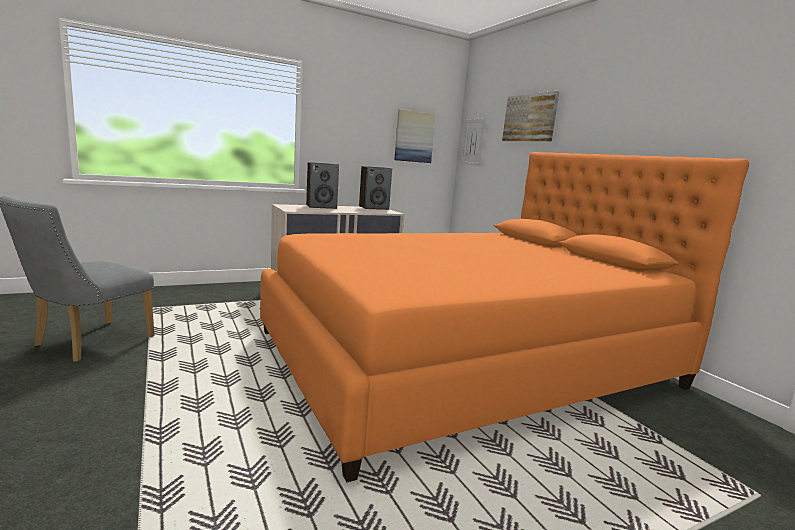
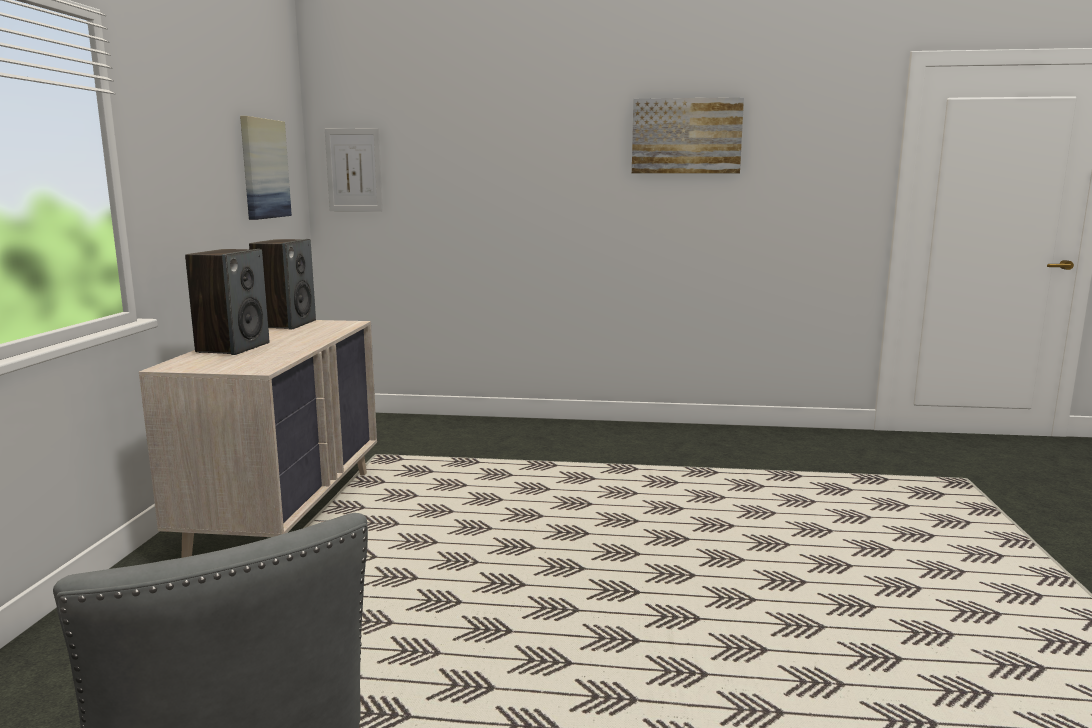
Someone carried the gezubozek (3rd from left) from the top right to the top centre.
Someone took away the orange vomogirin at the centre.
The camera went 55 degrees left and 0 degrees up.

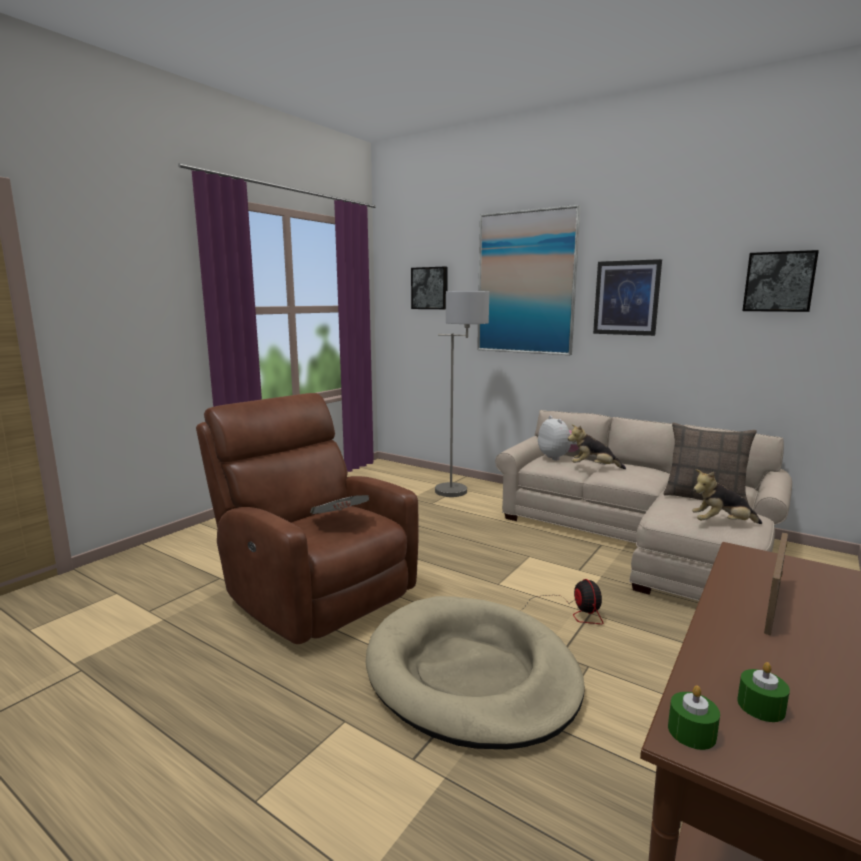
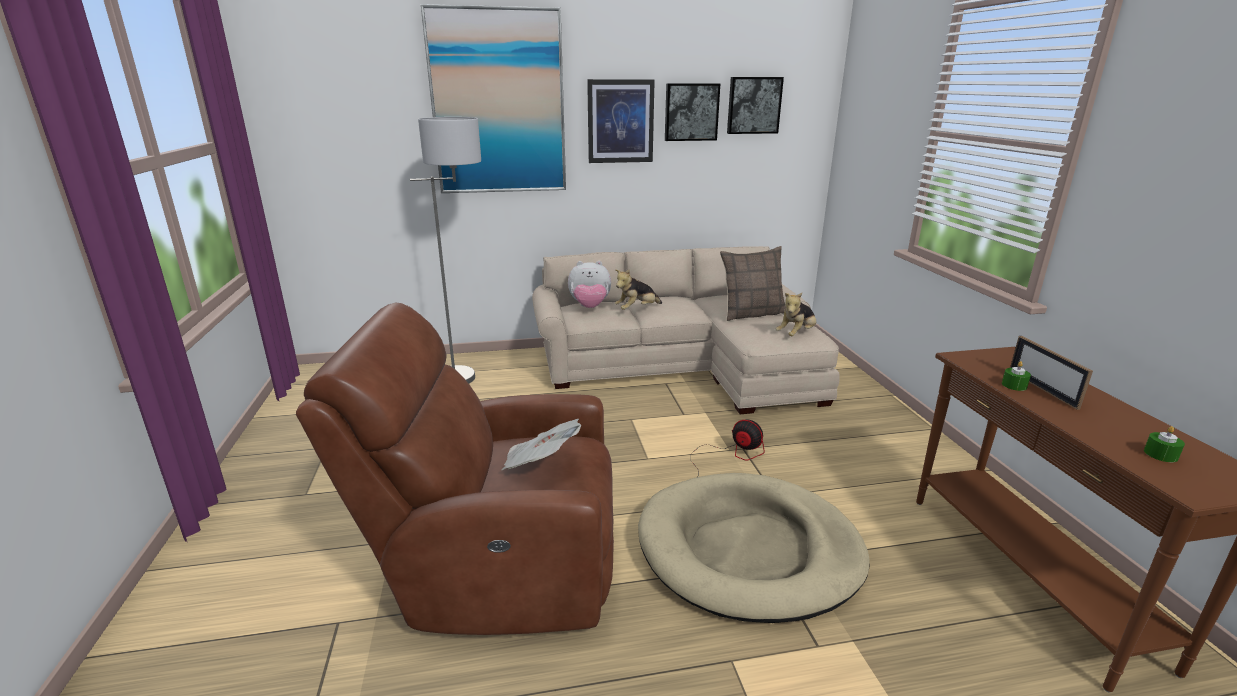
Someone carried the gezubozek (1st from left in the first image) from the centre to the top centre.
Someone rotated the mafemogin (1st from left) at the centre by 150 degrees clockwise.
Someone carried the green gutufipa (1st from left) from the bottom right to the middle right.
The camera went 45 degrees left and 10 degrees up.

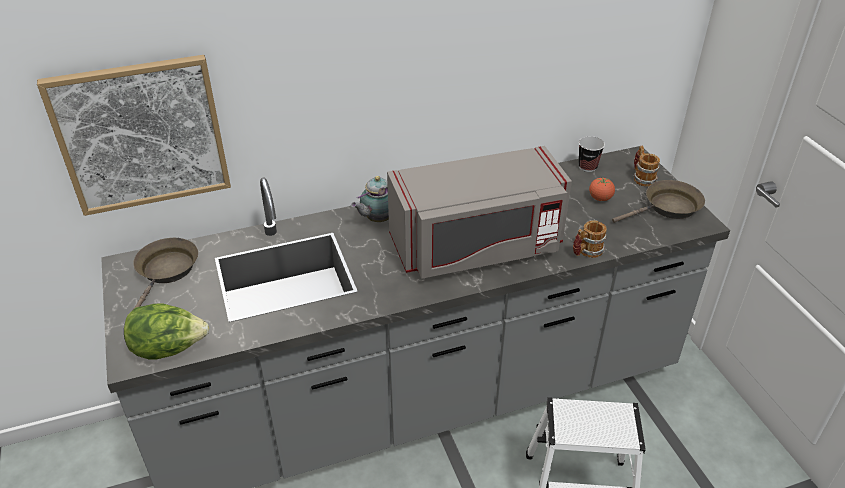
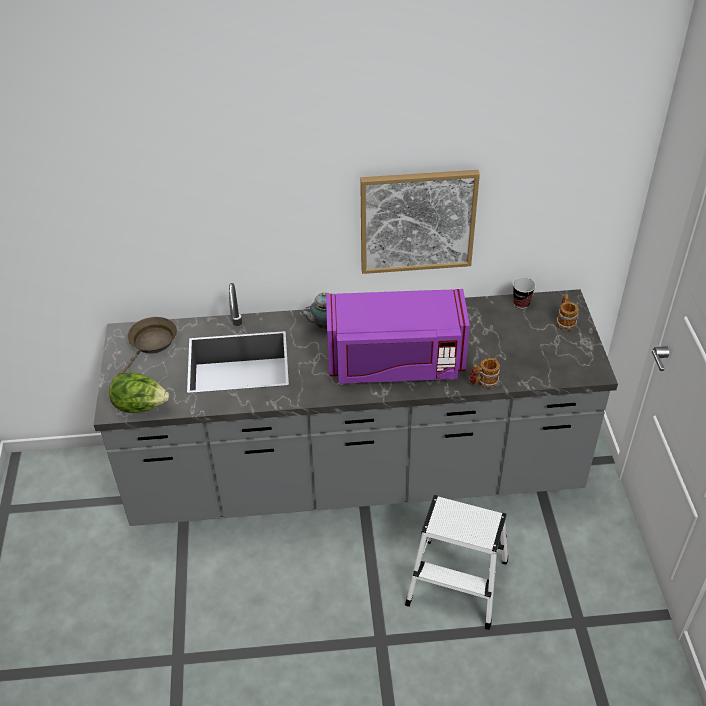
Someone carried the gezubozek from the top left to the top centre.
Someone repainted the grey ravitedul at the centre, which became the purple ravitedul at the centre.
Someone took away the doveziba at the middle right.
Someone took away the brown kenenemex (2nd from left) at the middle right.
The camera went 15 degrees right and 5 degrees up.

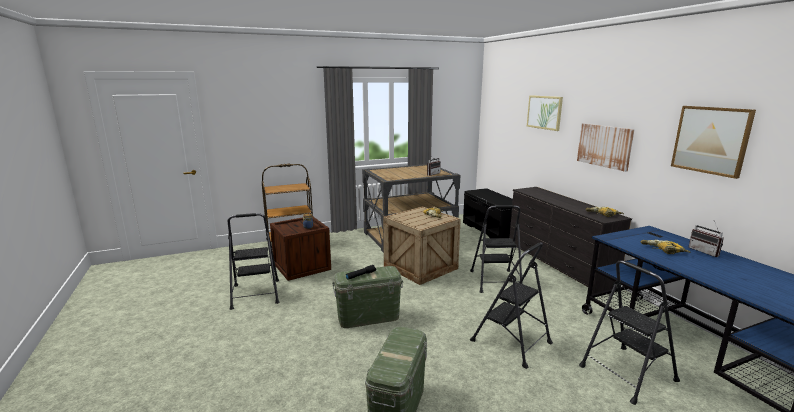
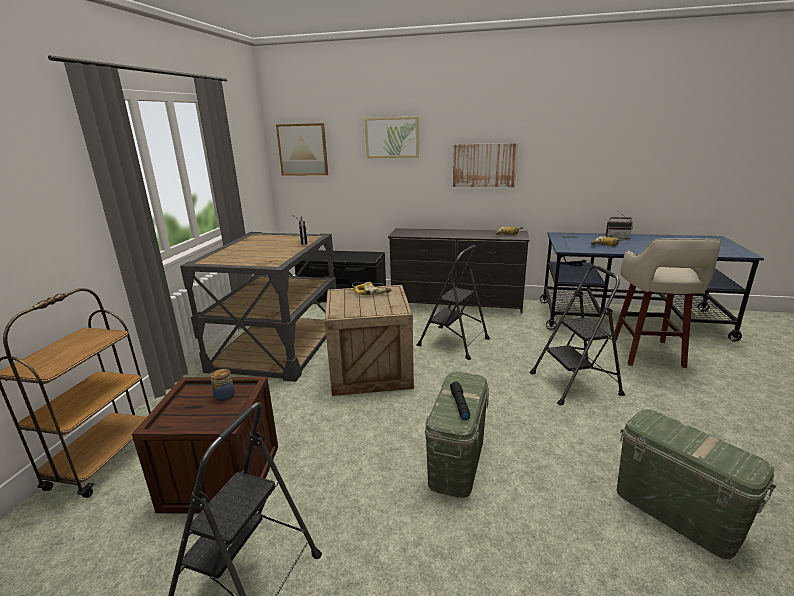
Someone carried the gezubozek (3rd from left in the first image) from the middle right to the top centre.
Someone swapped the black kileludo (4th from left) at the bottom right for the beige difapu at the middle right.
The camera went 55 degrees left and 5 degrees up.

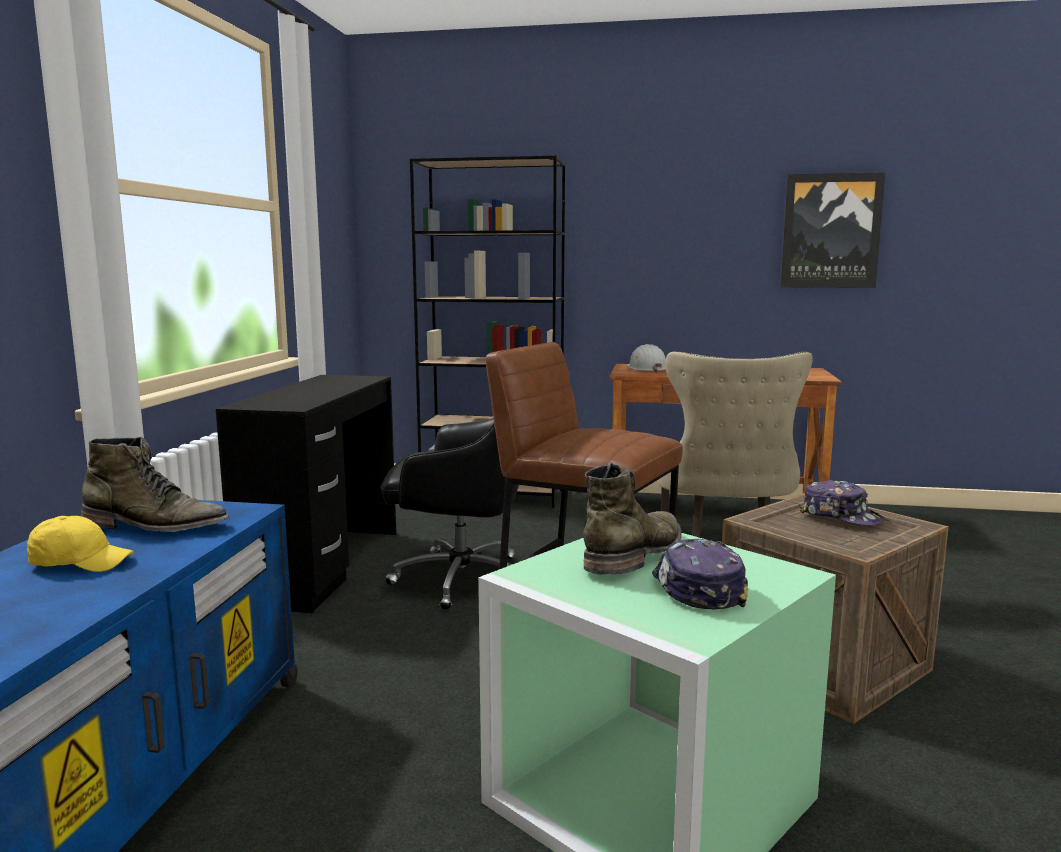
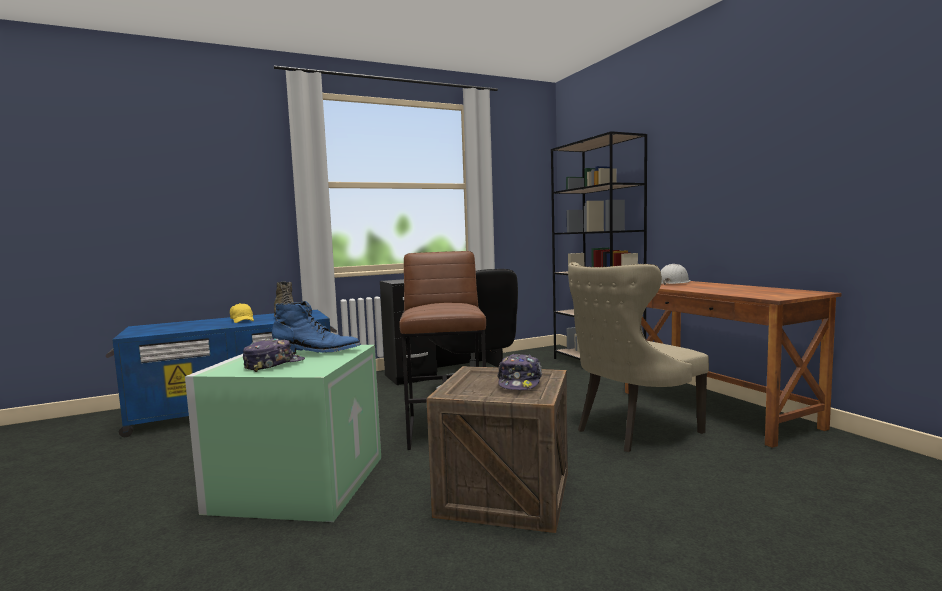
Someone took away the gezubozek at the top right.
Someone repainted the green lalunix (2nd from left) at the centre, which became the blue lalunix at the centre.
The camera went 55 degrees right and 5 degrees down.

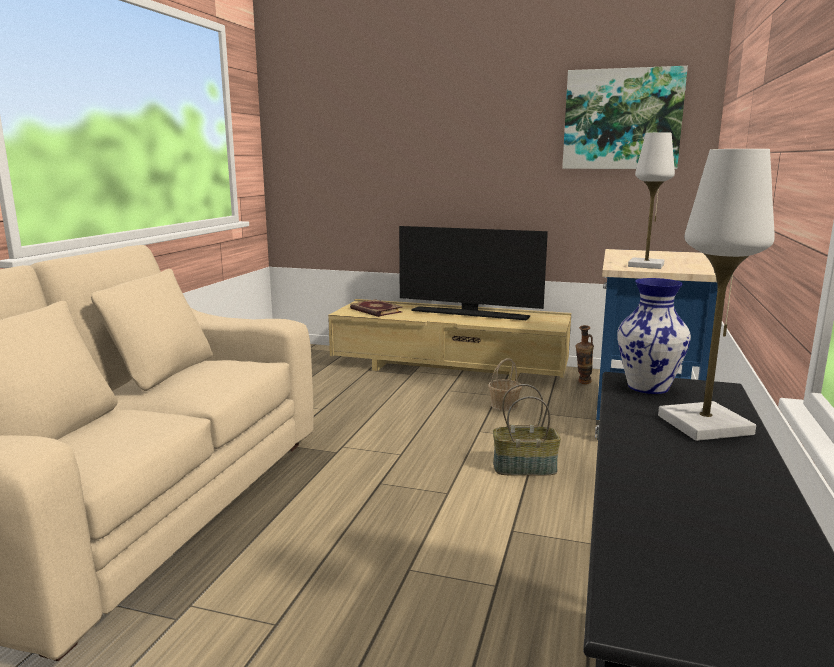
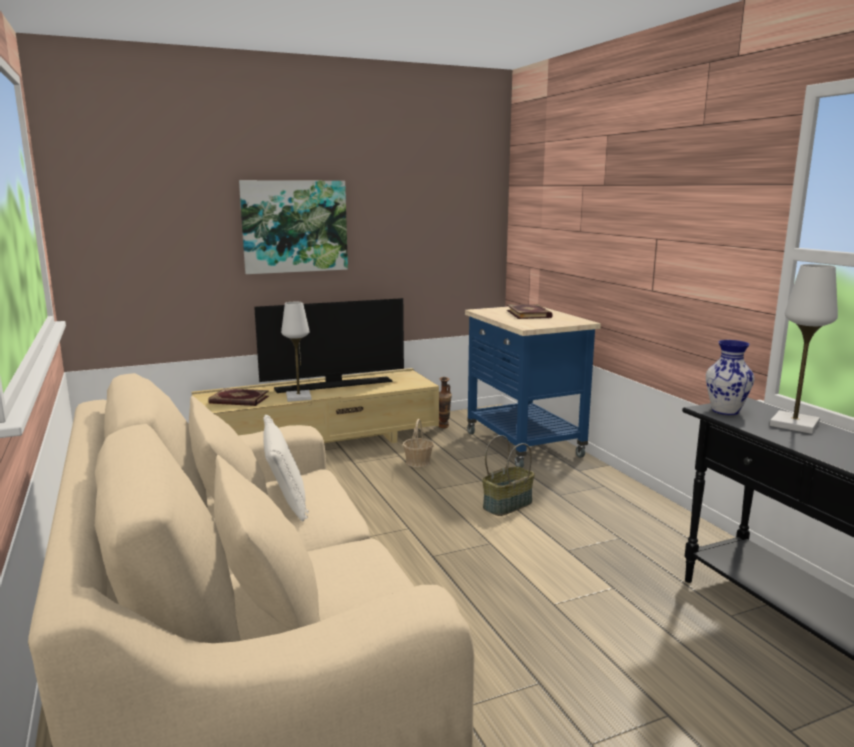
Someone carried the gezubozek from the top right to the top centre.
Someone carried the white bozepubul (1st from left) from the top right to the centre.
Someone put down the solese (2nd from left) at the centre.
Someone put down the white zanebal at the centre.
The camera went 40 degrees left and 0 degrees up.

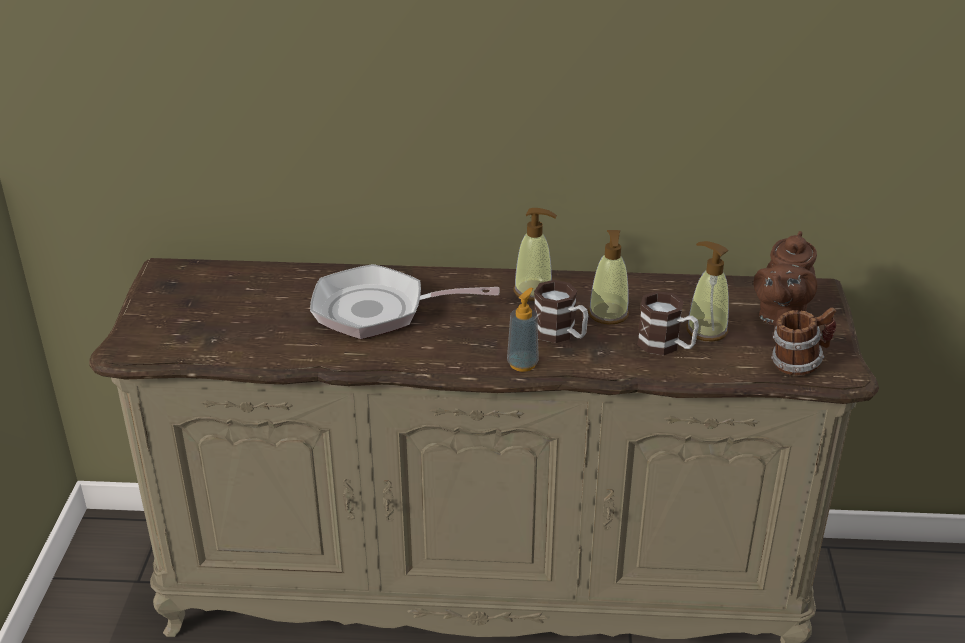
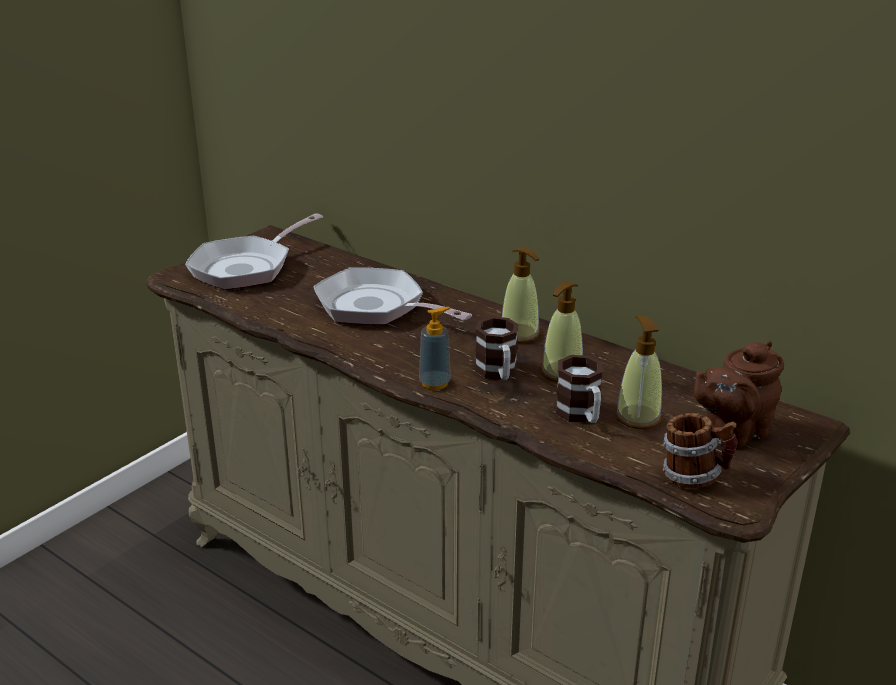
Someone put down the kenenemex (1st from left) at the middle left.
The camera went 35 degrees right and 5 degrees down.

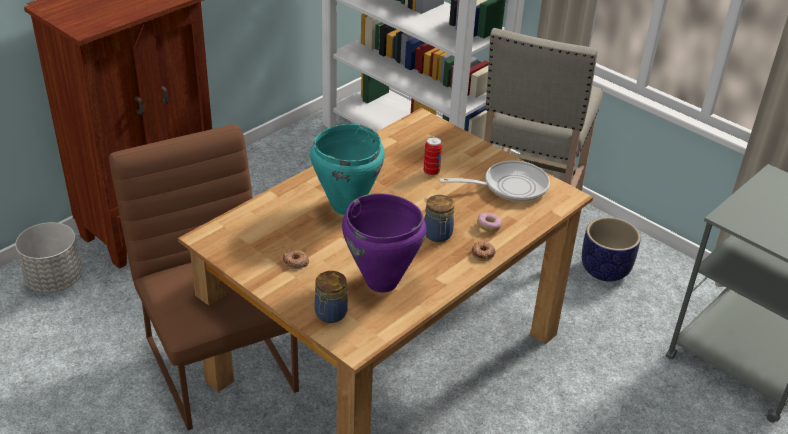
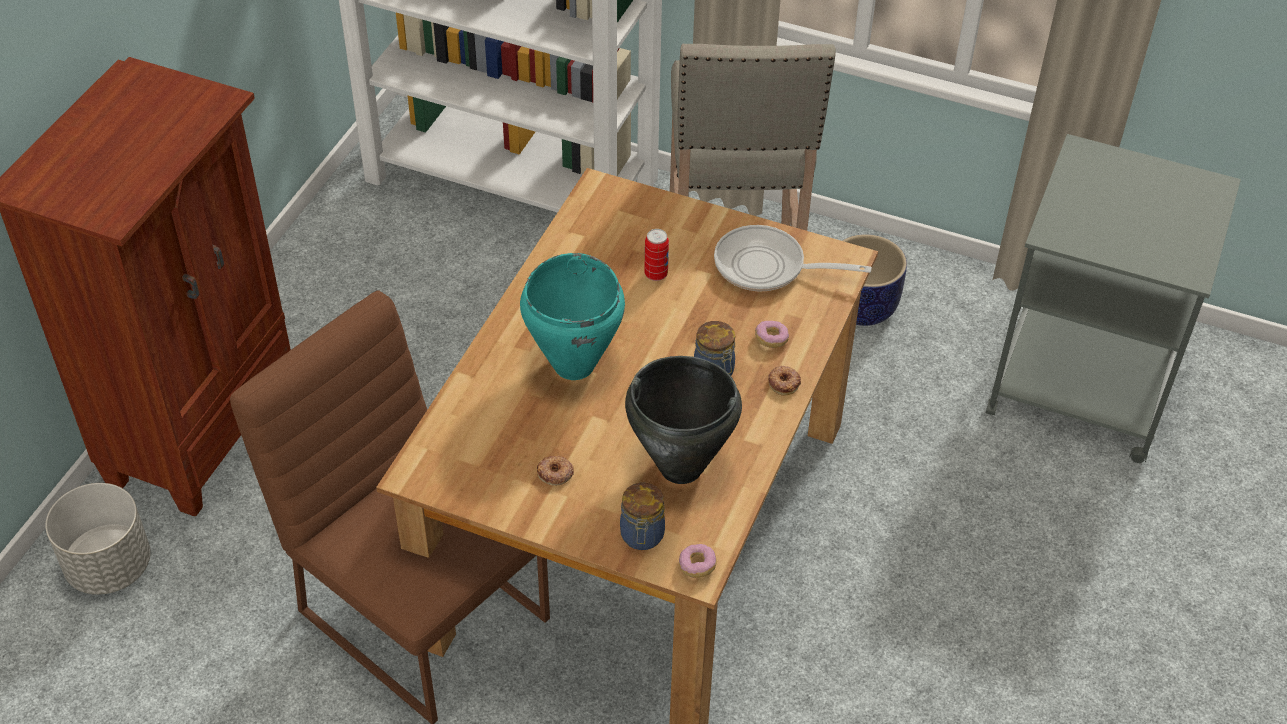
Someone rotated the kenenemex at the centre by 135 degrees counterclockwise.
Someone repainted the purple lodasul at the centre, which became the black lodasul at the centre.
Someone put down the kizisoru (2nd from left) at the bottom centre.
The camera went 20 degrees left and 10 degrees up.

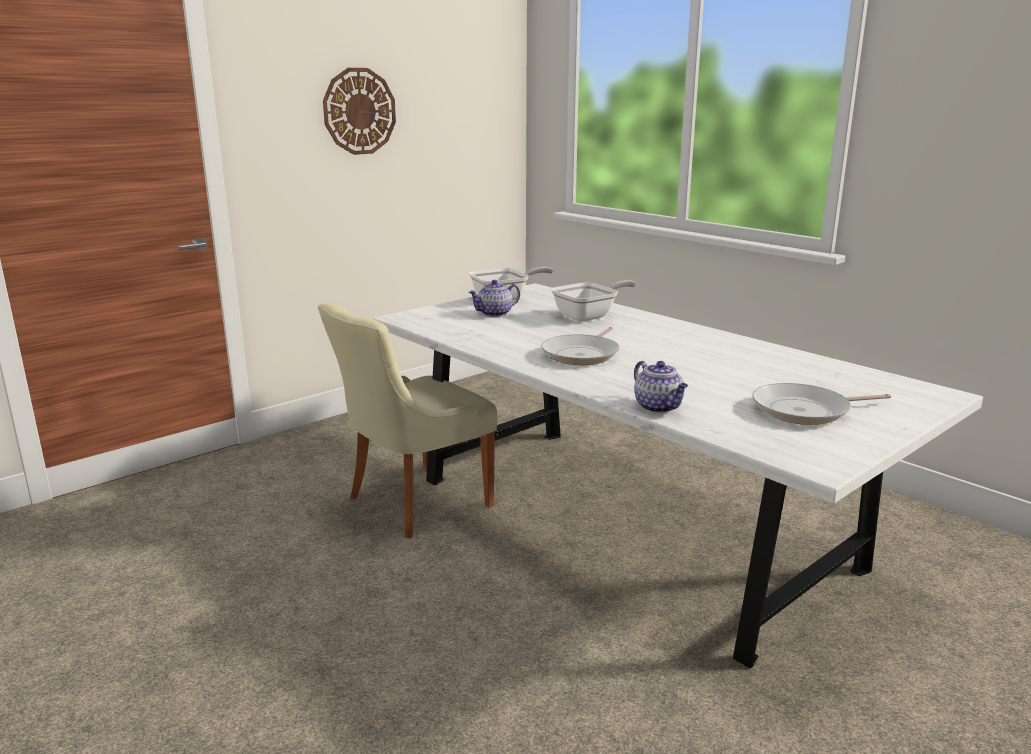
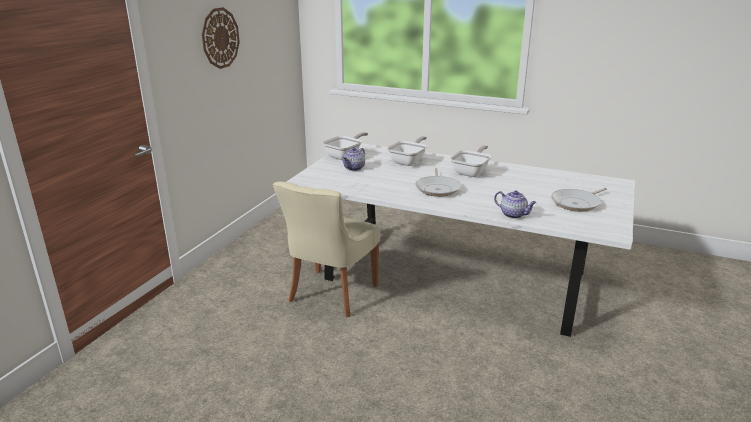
Someone put down the kenenemex (4th from left) at the centre.
The camera went 25 degrees left and 5 degrees up.

